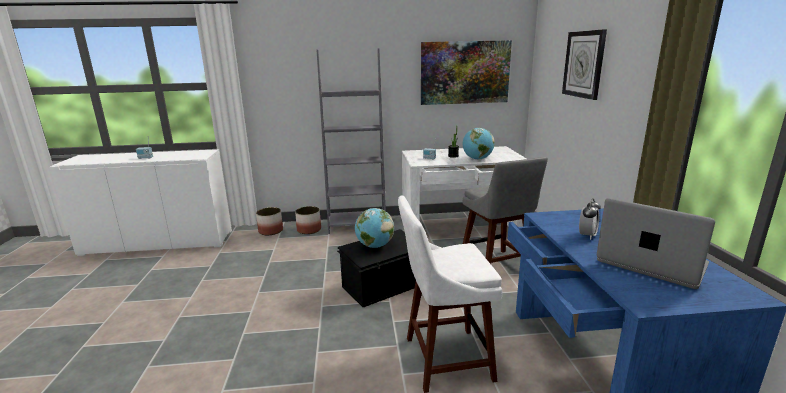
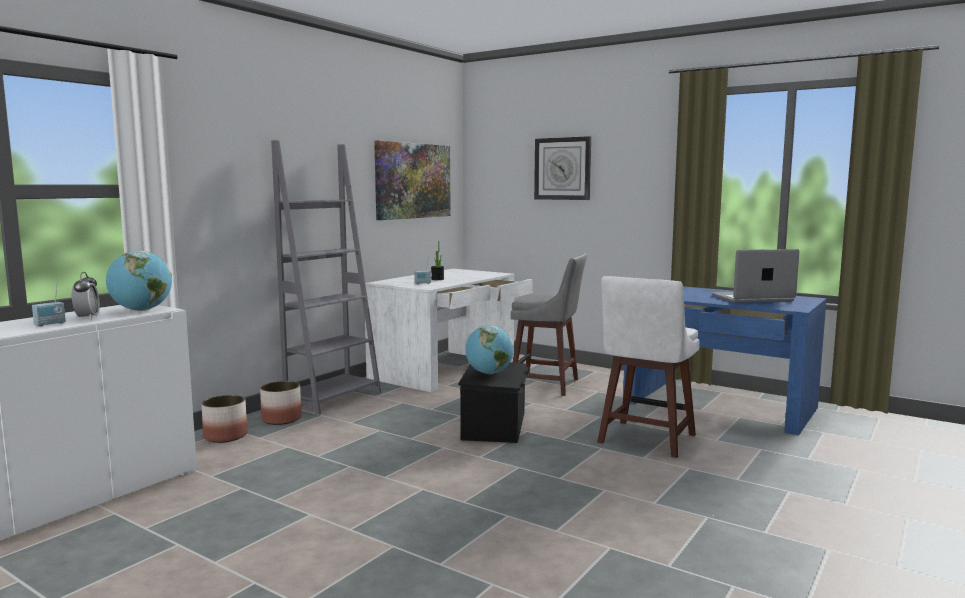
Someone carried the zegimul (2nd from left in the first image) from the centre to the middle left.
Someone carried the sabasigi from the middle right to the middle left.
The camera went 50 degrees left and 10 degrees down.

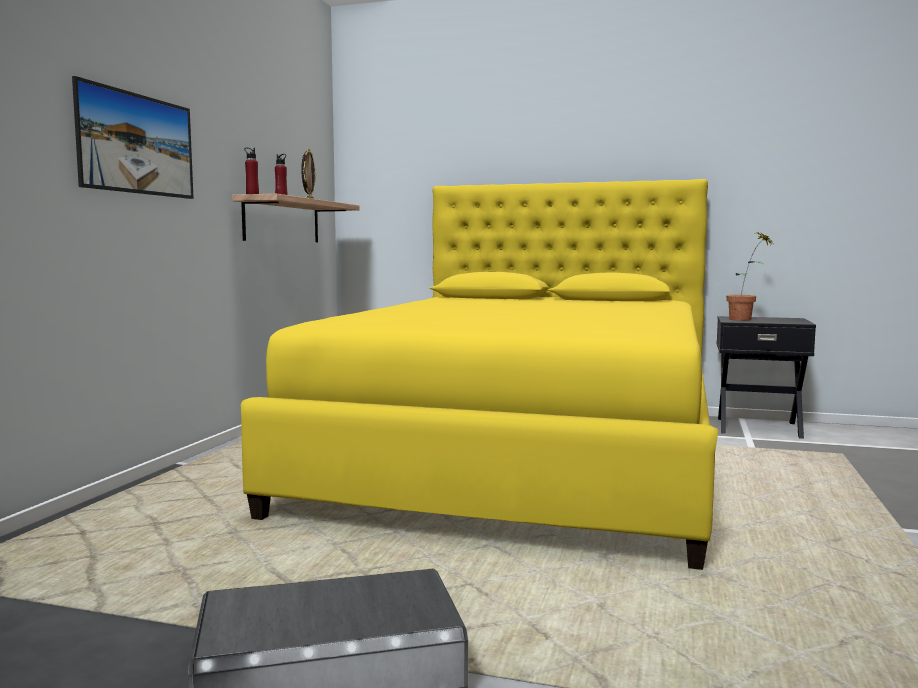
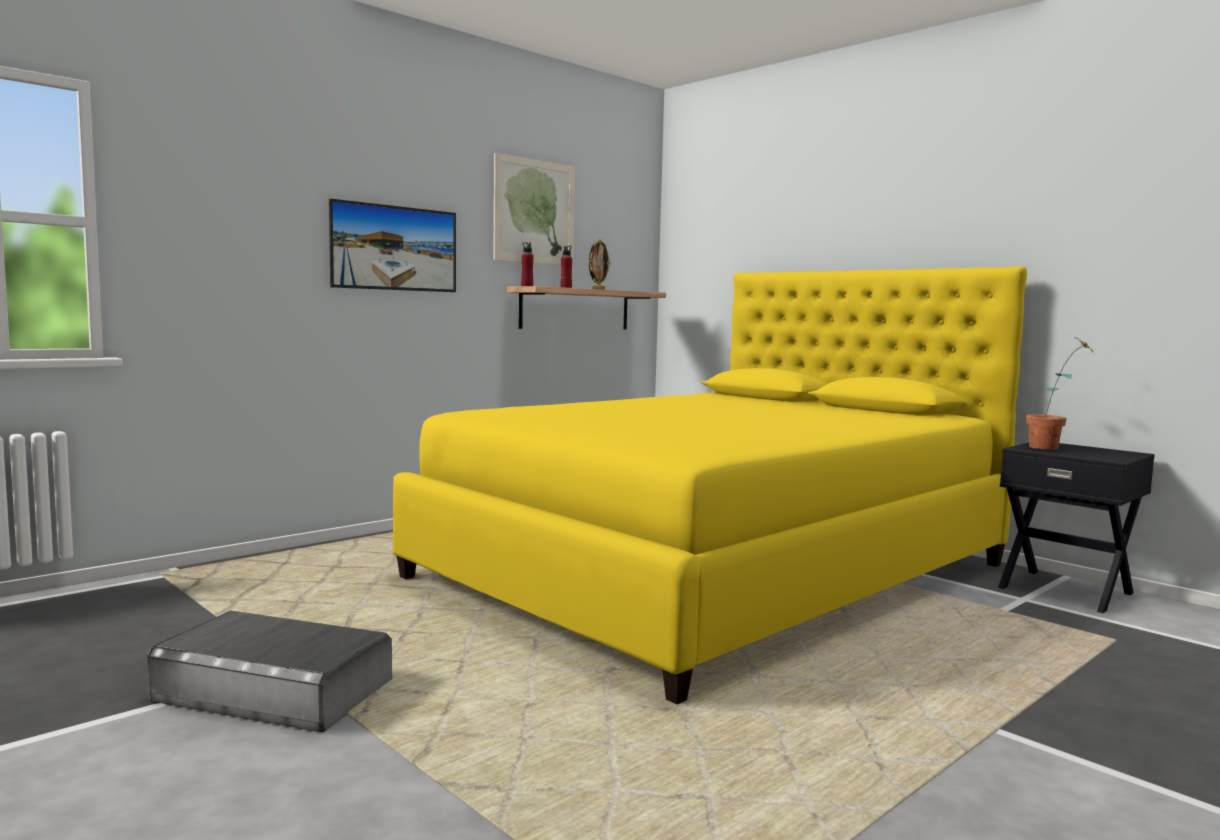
Someone put up the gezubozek (2nd from left) at the top centre.
The camera went 30 degrees right and 0 degrees up.

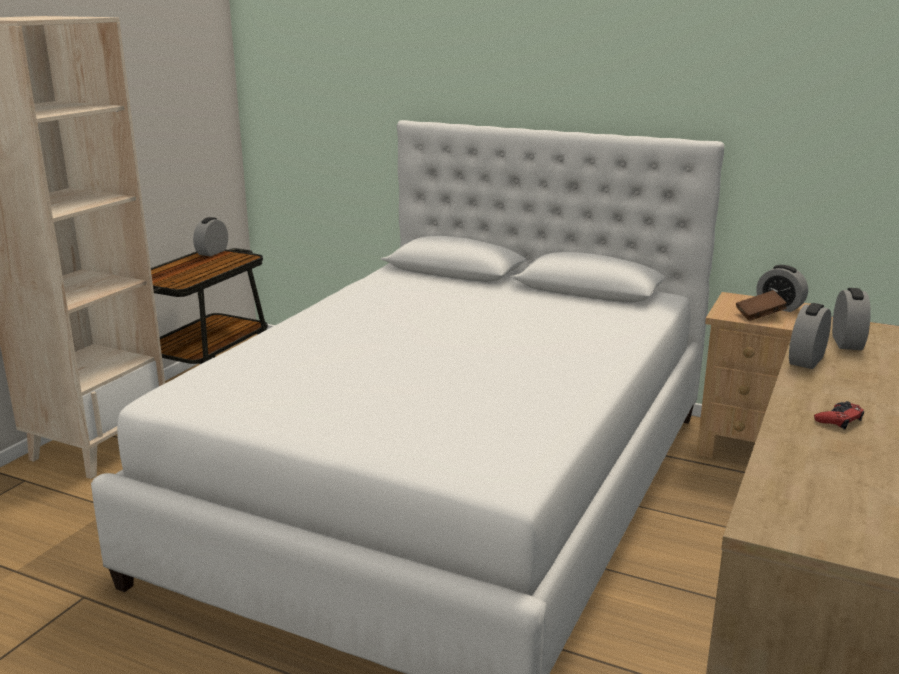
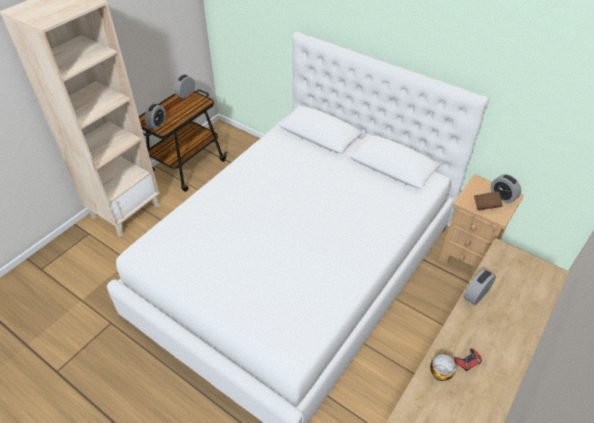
Someone carried the sabasigi (4th from left in the first image) from the middle right to the top left.
Someone put down the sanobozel at the bottom right.
The camera went 10 degrees right and 25 degrees up.

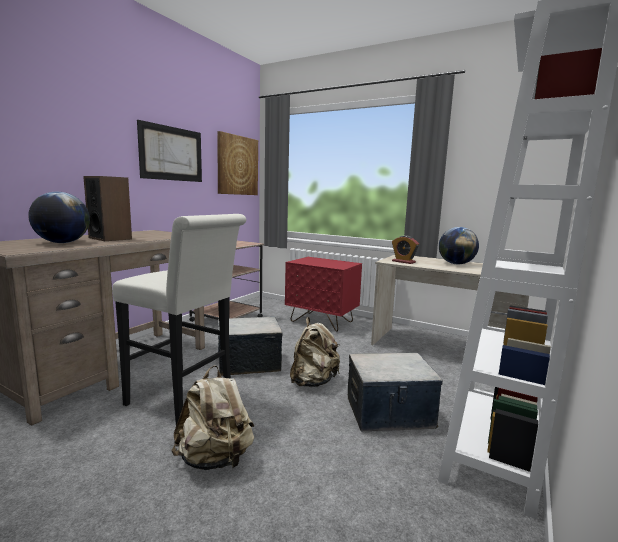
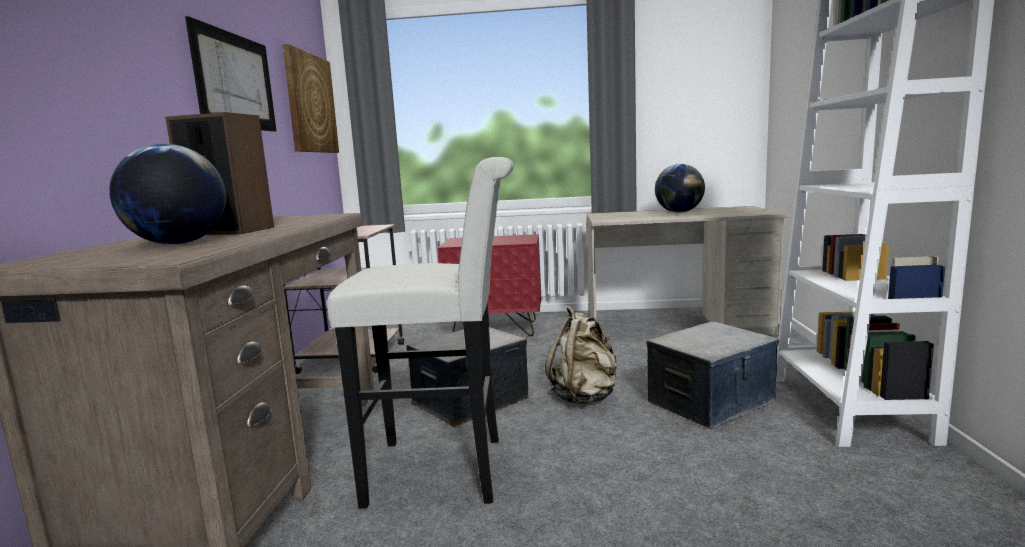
Someone took away the sabasigi at the centre.
Someone took away the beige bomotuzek (1st from left) at the bottom centre.
The camera went 25 degrees left and 0 degrees up.

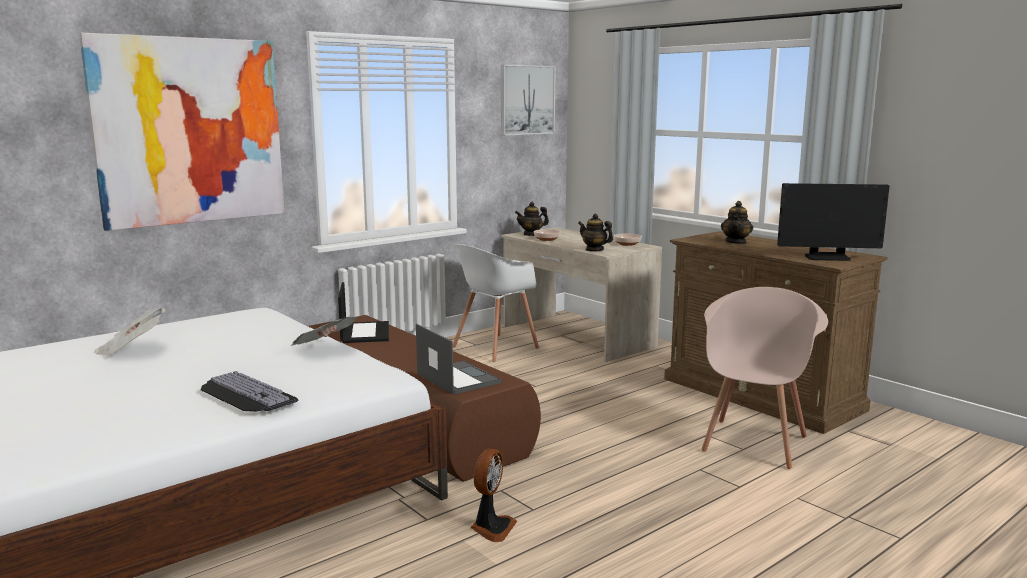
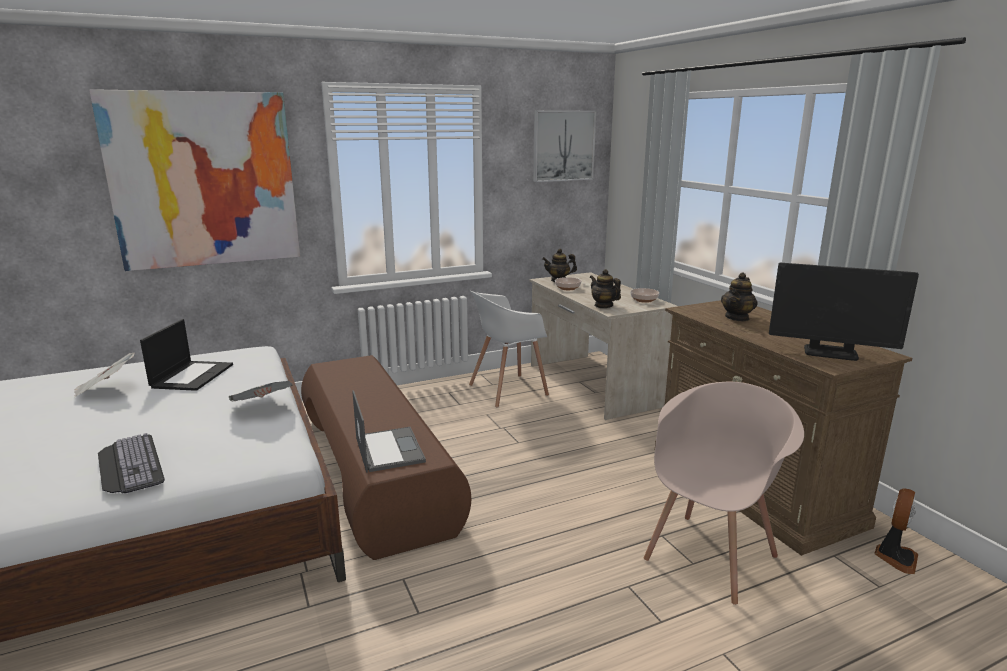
Someone carried the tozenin (1st from left) from the centre to the middle left.
Someone carried the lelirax from the bottom centre to the bottom right.
The camera went 15 degrees right and 5 degrees up.

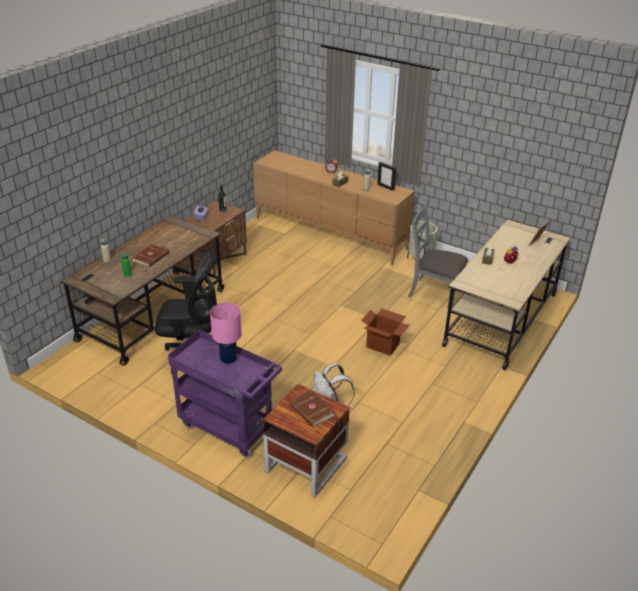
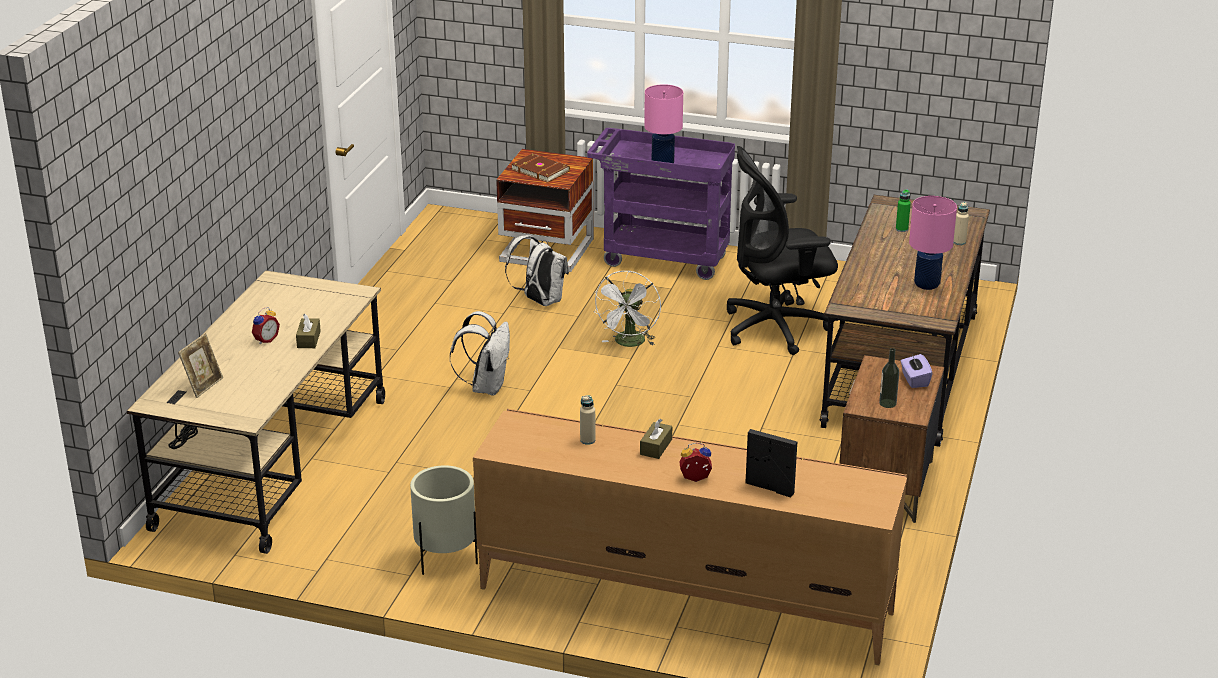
Someone carried the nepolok (1st from left in the first image) from the top centre to the bottom centre.
Someone took away the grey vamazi at the middle right.
Someone took away the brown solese (1st from left) at the middle left.
Someone swapped the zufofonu at the centre for the white bomotuzek (1st from left) at the centre.
Someone put down the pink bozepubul (2nd from left) at the middle right.
Someone put down the white lelirax at the centre.
The camera went 165 degrees right and 5 degrees down.

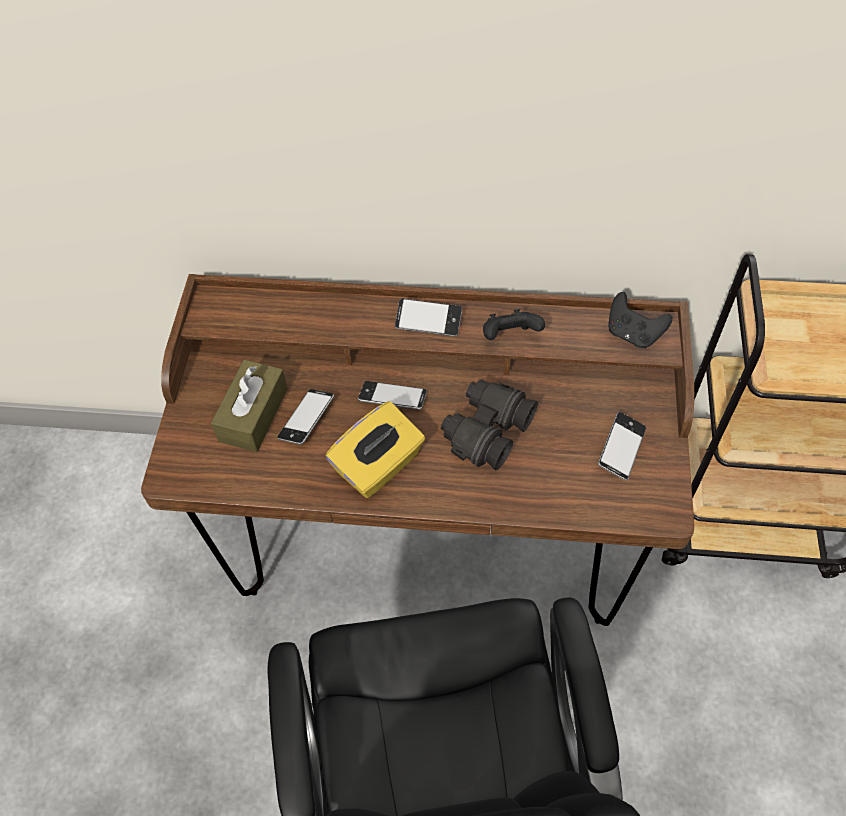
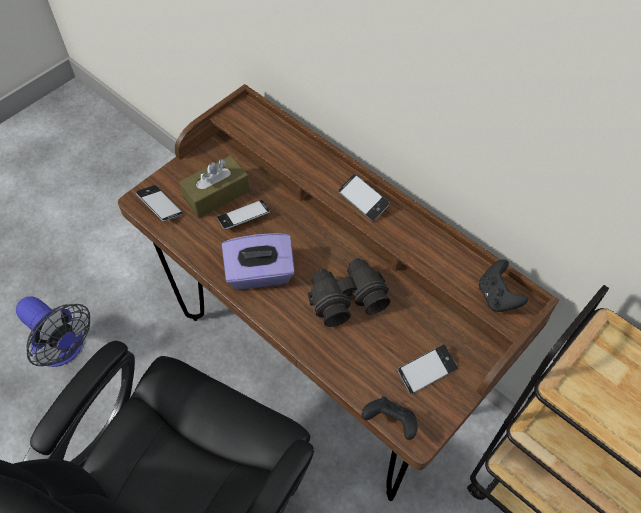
Someone carried the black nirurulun (1st from left) from the centre to the bottom centre.
Someone carried the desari (2nd from left in the first image) from the centre to the middle left.
Someone repainted the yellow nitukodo at the centre, which became the purple nitukodo at the centre.
Someone put down the lelirax at the middle left.
The camera went 35 degrees right and 0 degrees up.

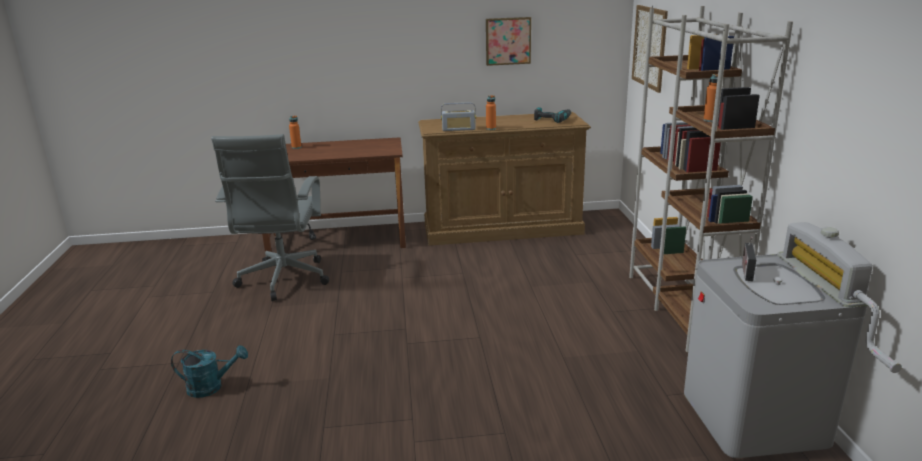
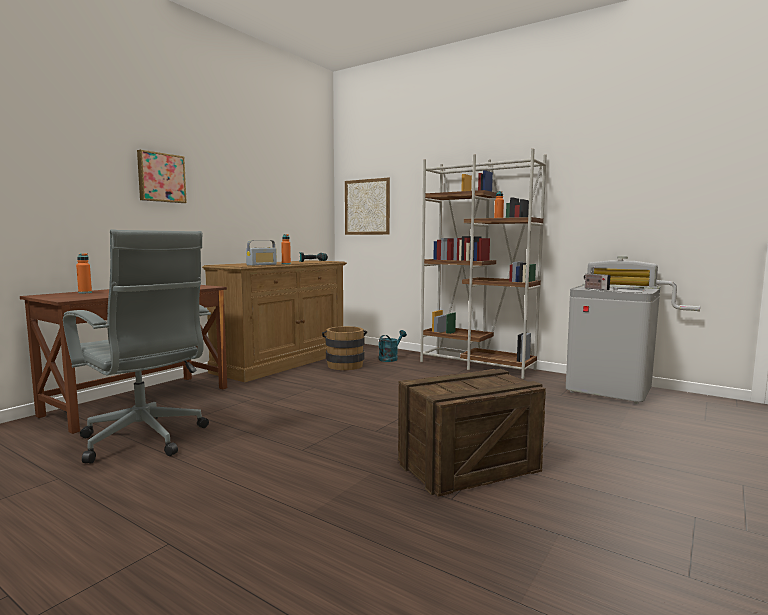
Someone carried the gezubozek (1st from left) from the top centre to the top left.
Someone carried the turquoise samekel from the bottom left to the centre.
Someone put down the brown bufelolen at the centre.
Someone put down the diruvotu at the bottom centre.
The camera went 50 degrees left and 15 degrees down.

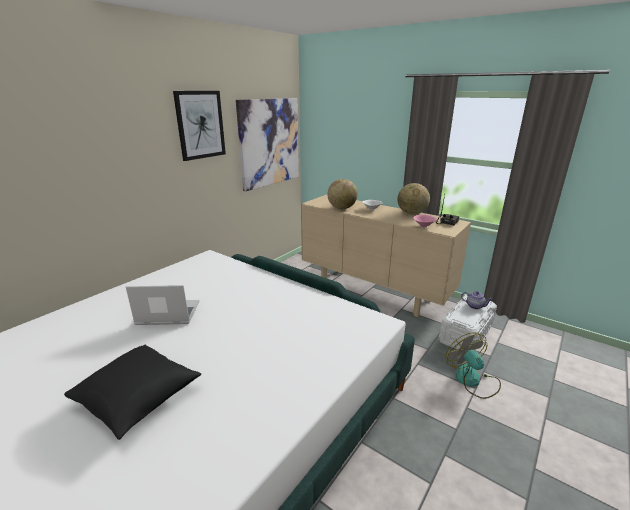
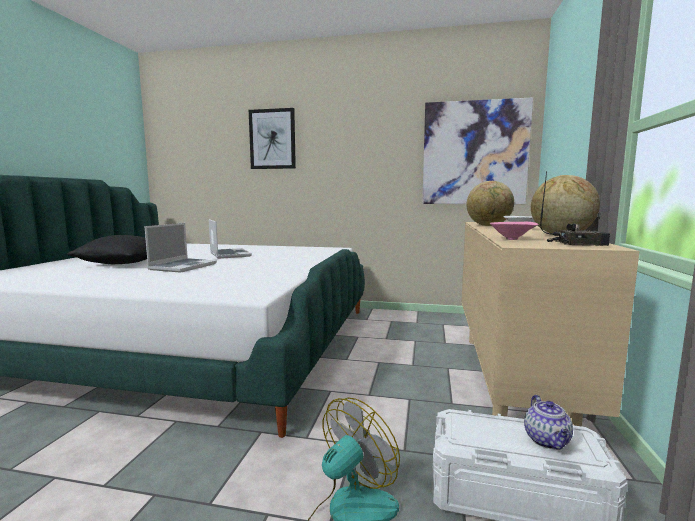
Someone carried the gezubozek (1st from left) from the top left to the top centre.
Someone put down the tozenin (1st from left) at the middle left.
The camera went 65 degrees right and 15 degrees down.

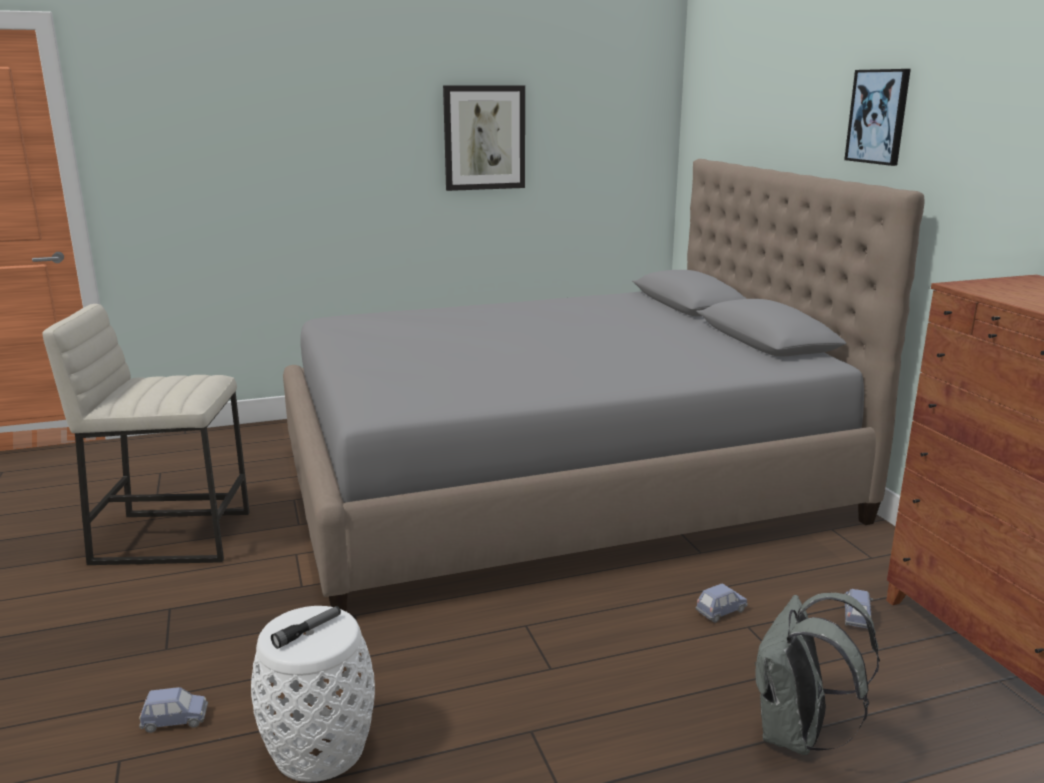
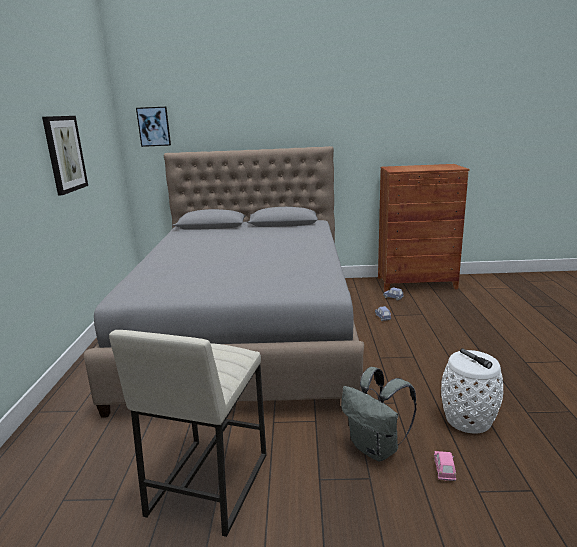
Someone carried the gezubozek (2nd from left) from the top right to the top left.
Someone carried the grey bomotuzek from the bottom right to the bottom centre.
Someone repainted the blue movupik (1st from left) at the bottom left, which became the pink movupik at the bottom right.
The camera went 70 degrees left and 0 degrees up.

